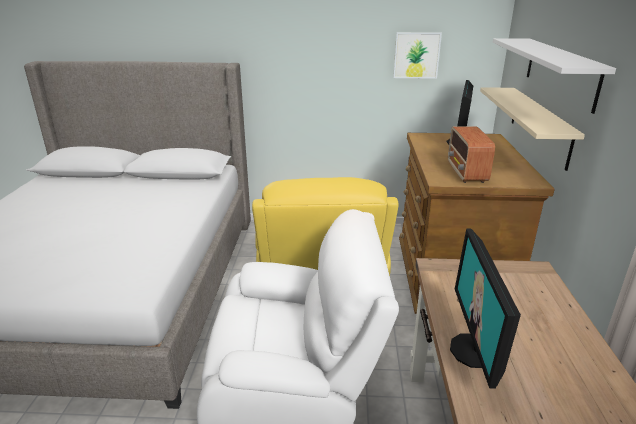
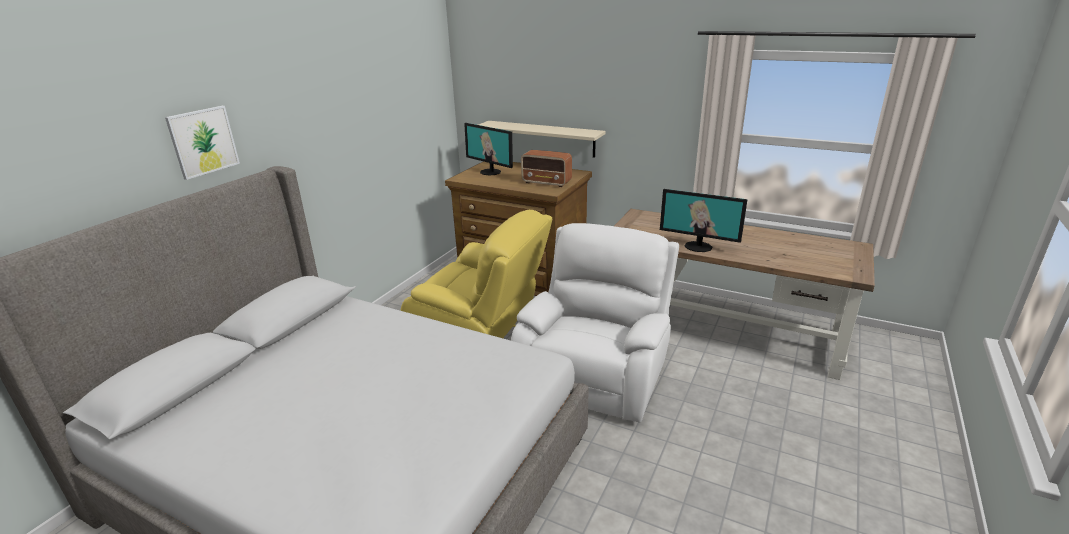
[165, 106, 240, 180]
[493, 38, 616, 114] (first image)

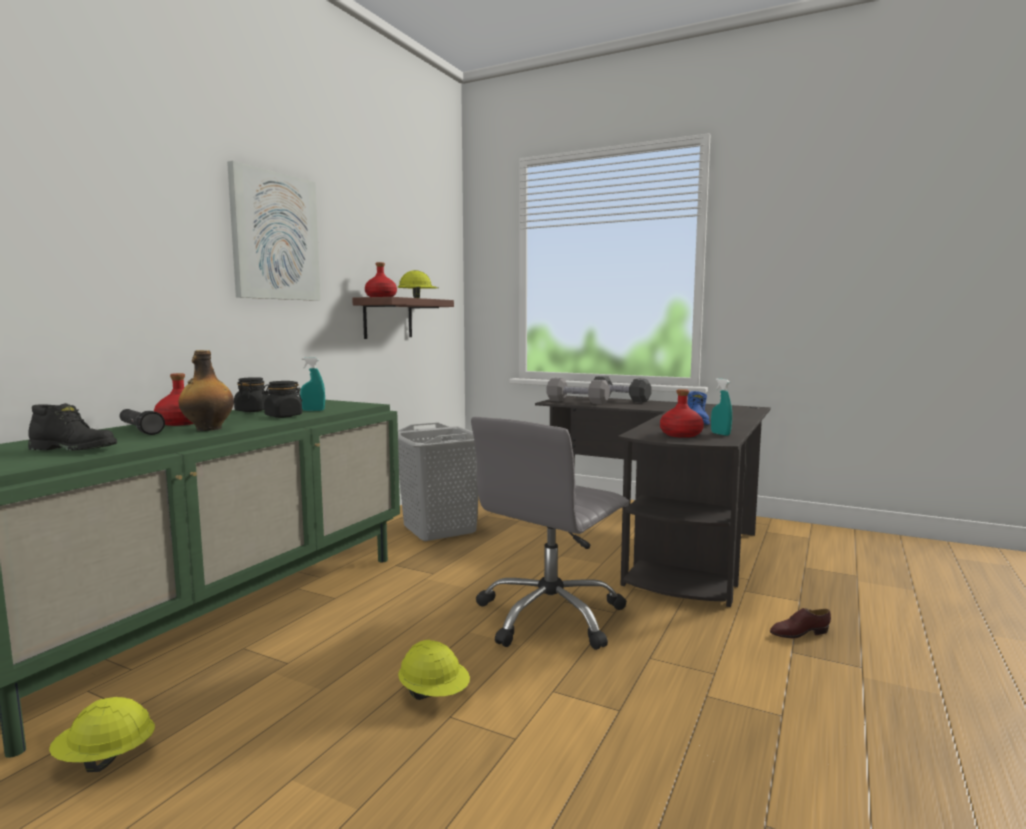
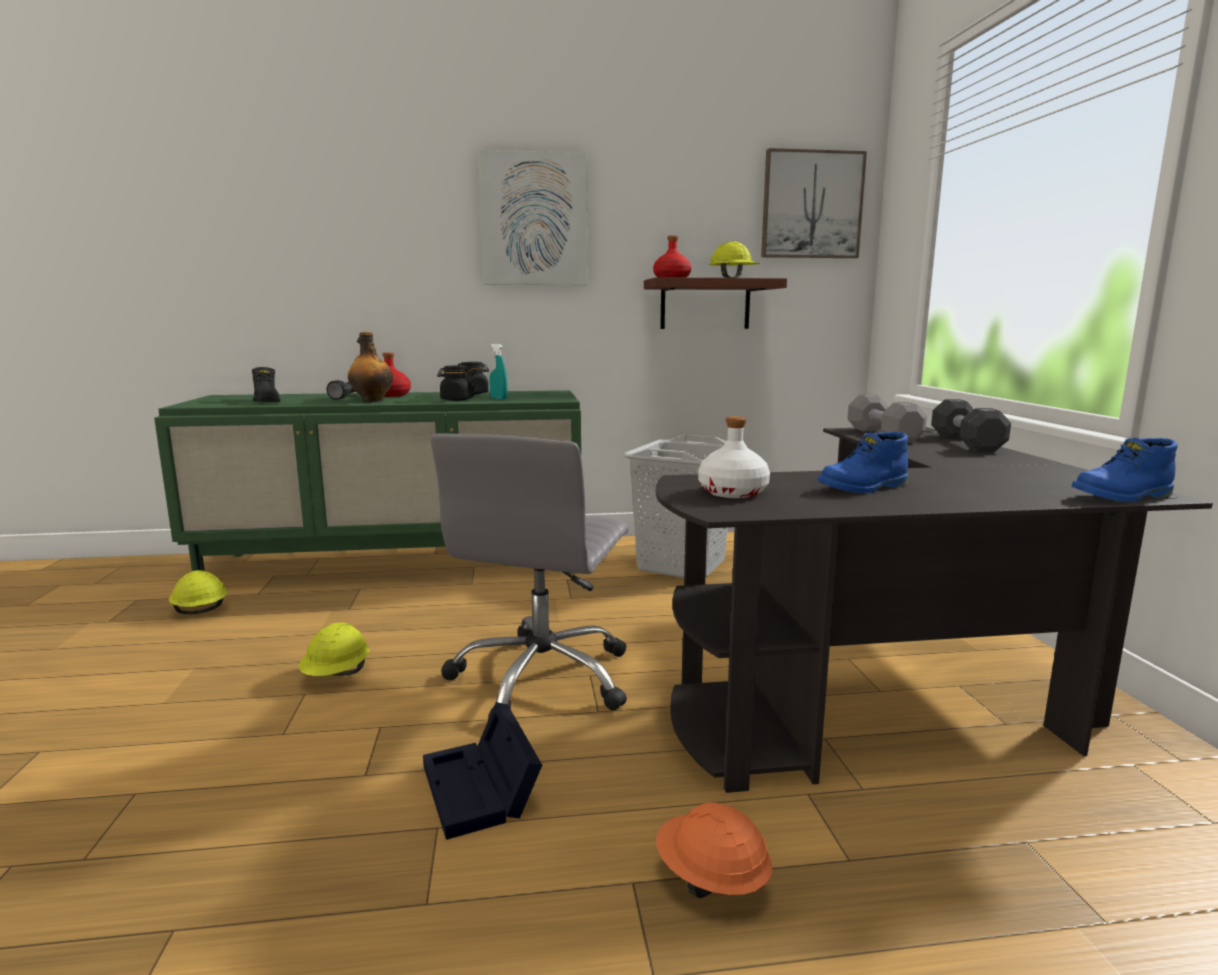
[430, 433, 629, 720]
[698, 416, 770, 498]
[711, 378, 732, 436] (first image)
[656, 802, 772, 898]
[423, 702, 542, 840]
[761, 148, 867, 258]
[1072, 438, 1178, 502]

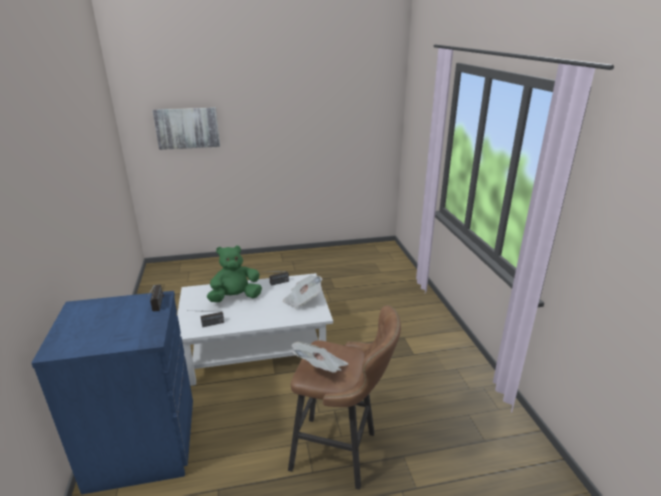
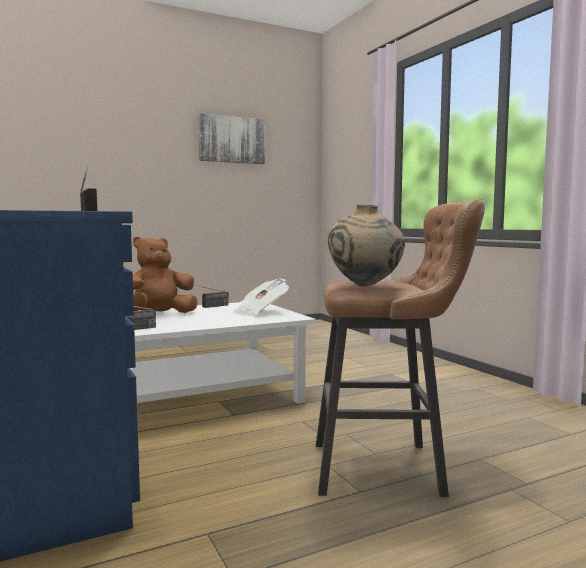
[198, 113, 265, 164]
[133, 236, 198, 313]
[327, 205, 405, 286]

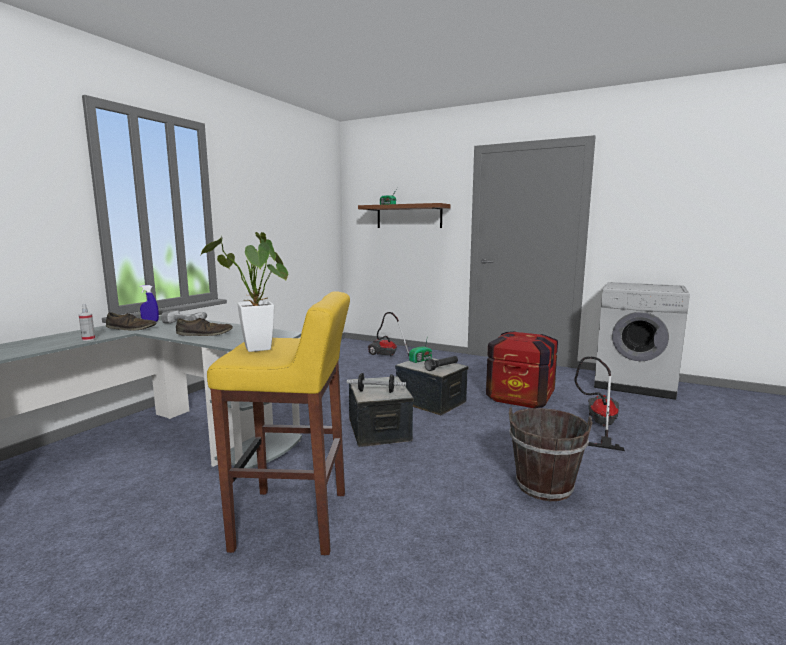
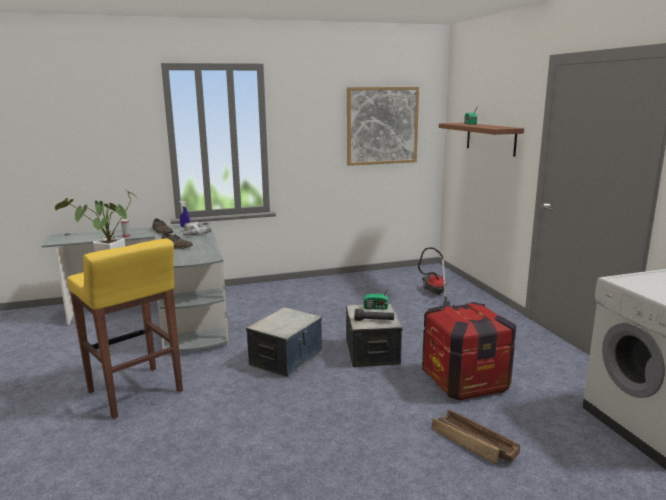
[347, 373, 406, 393] (first image)
[509, 407, 593, 501] (first image)
[431, 410, 520, 464]
[347, 87, 419, 166]

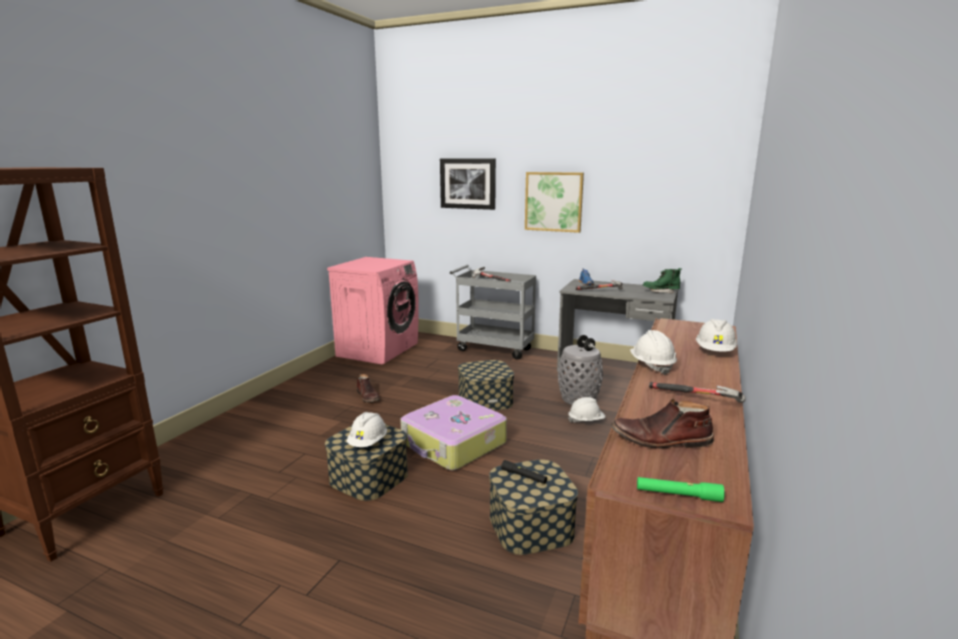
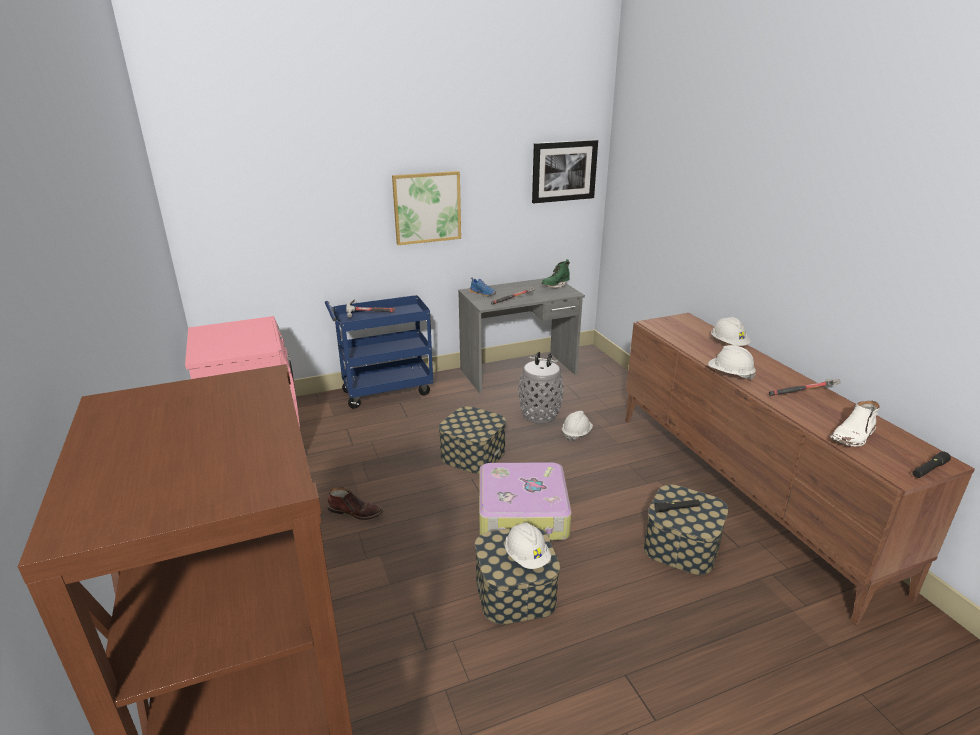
[532, 140, 598, 203]
[325, 295, 433, 408]
[830, 401, 880, 447]
[913, 451, 951, 478]

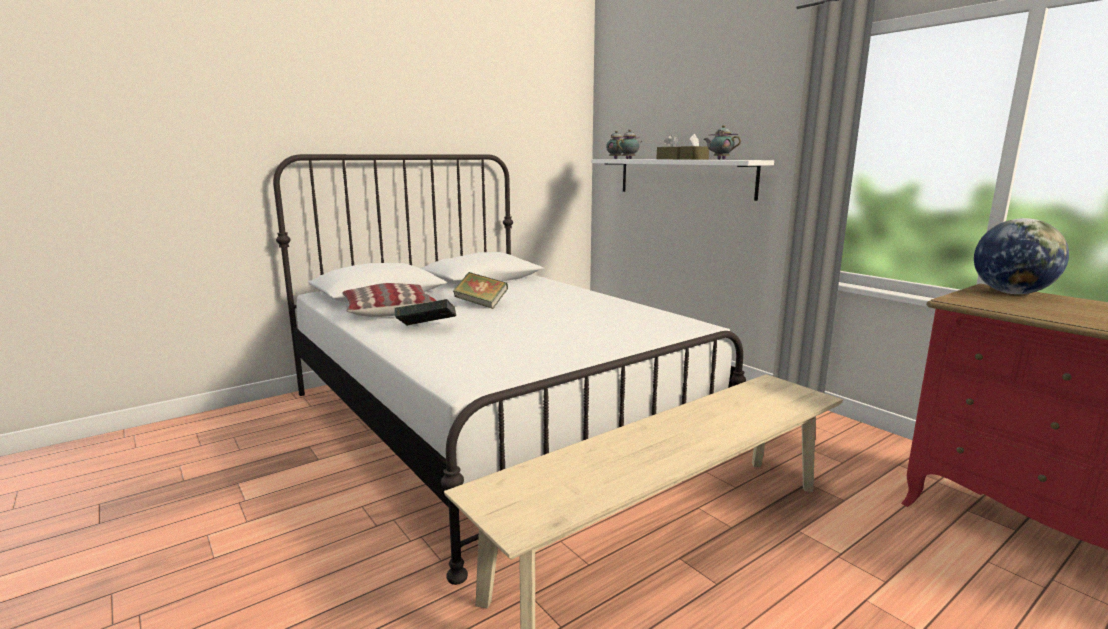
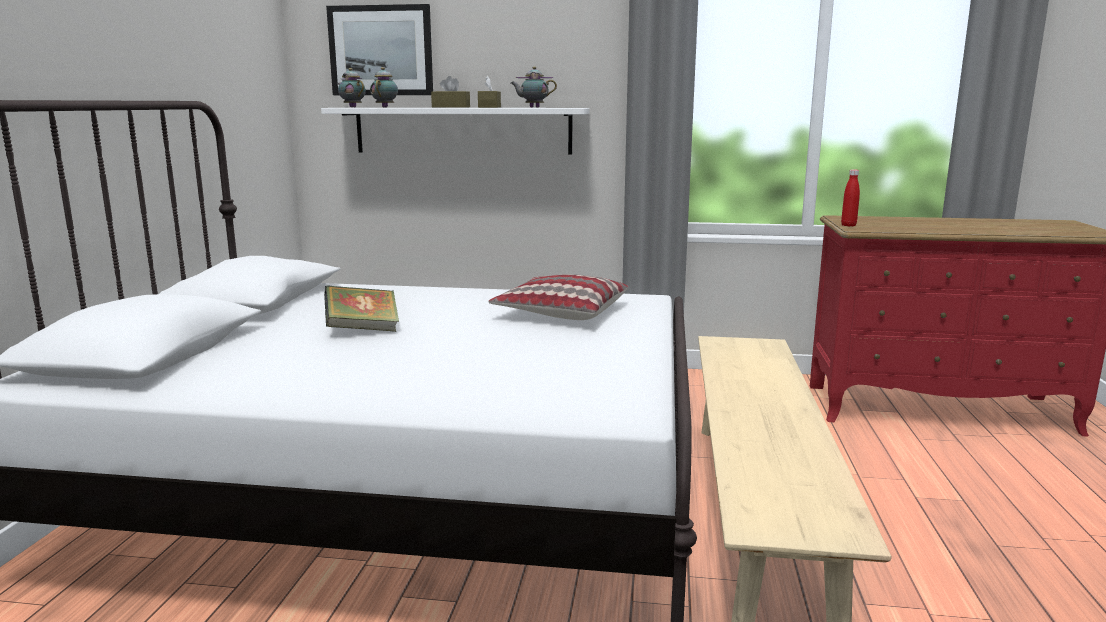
[488, 274, 628, 320]
[395, 299, 456, 326] (first image)
[974, 218, 1069, 294] (first image)
[326, 4, 433, 95]
[841, 170, 860, 226]

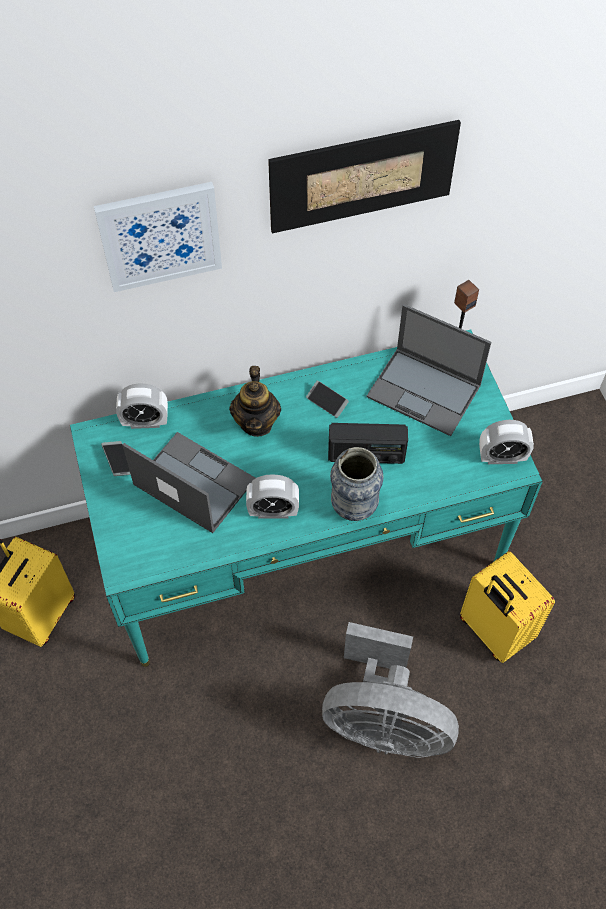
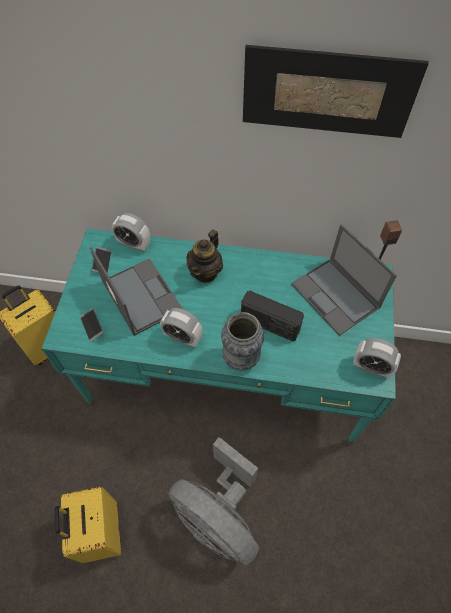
[94, 182, 222, 292] (first image)
[80, 308, 104, 342]
[55, 486, 121, 563]

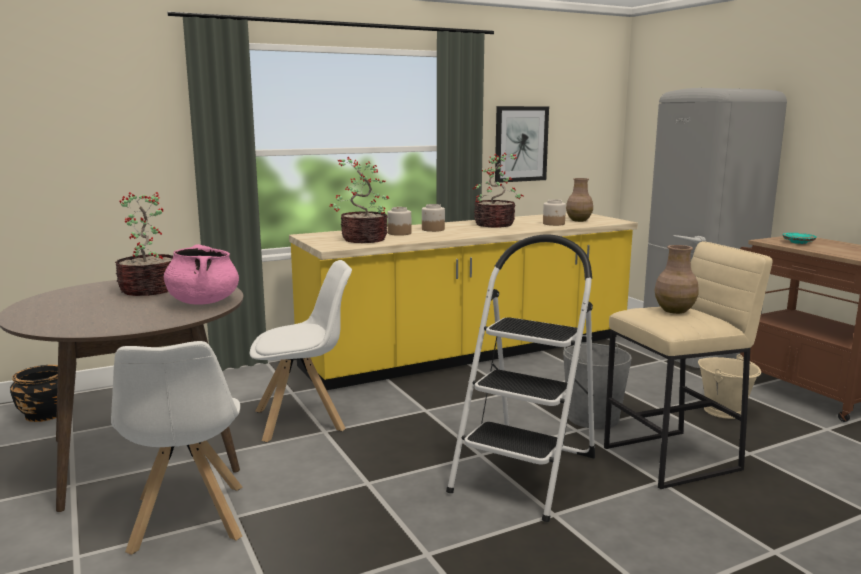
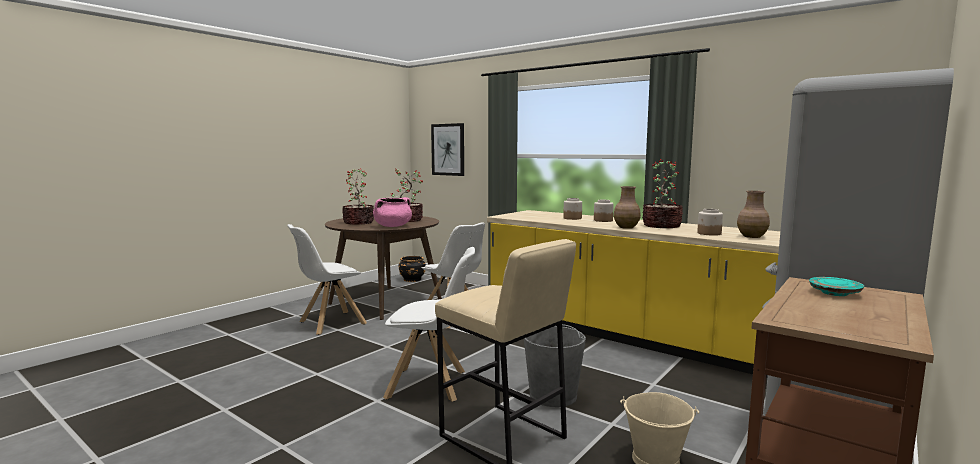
[342, 168, 374, 225]
[383, 247, 475, 402]
[431, 123, 464, 176]
[614, 186, 641, 229]

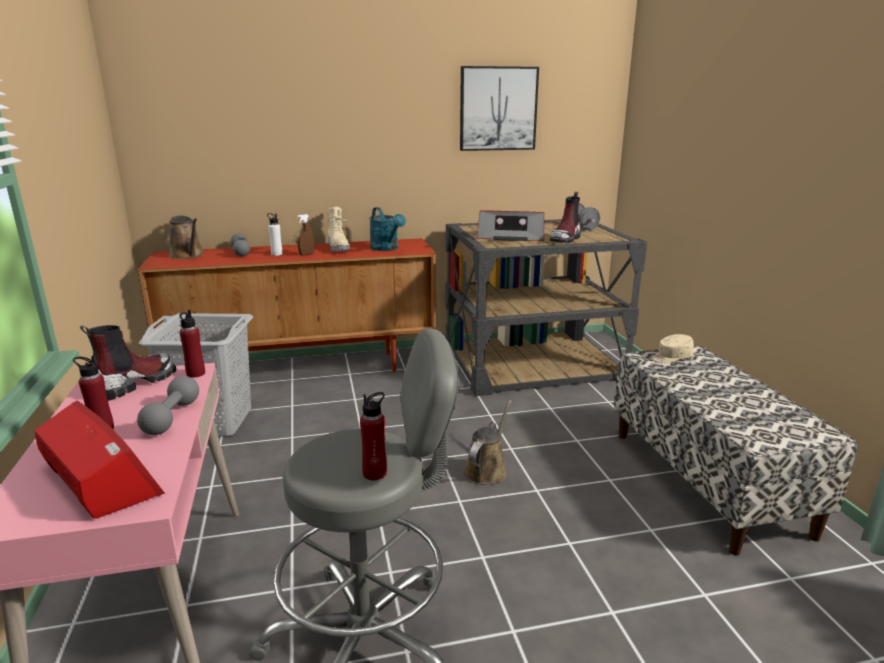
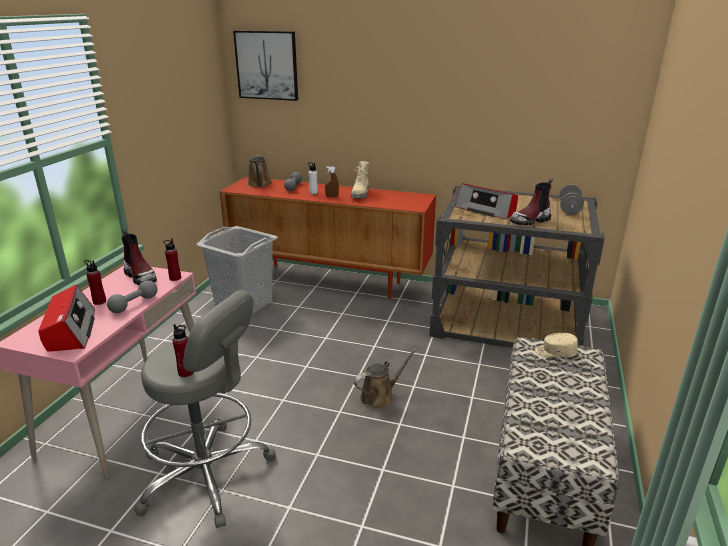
[121, 229, 157, 285]
[370, 207, 406, 251] (first image)
[233, 31, 298, 101]

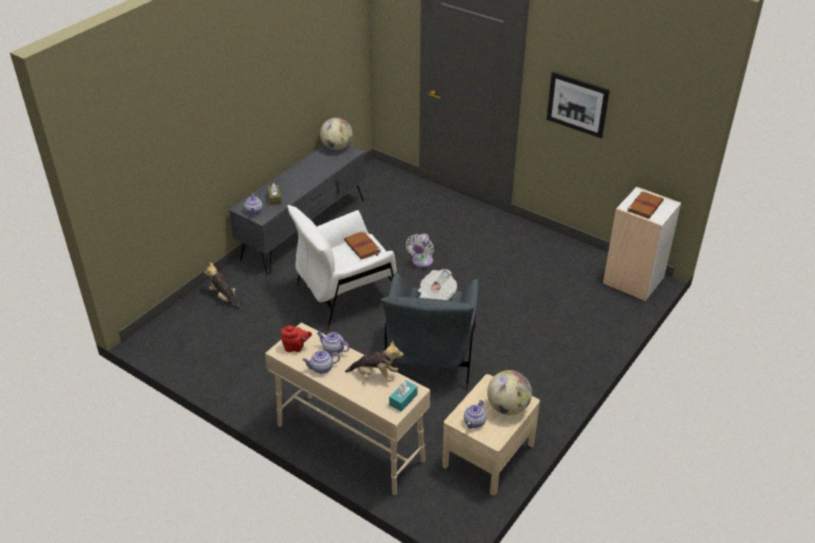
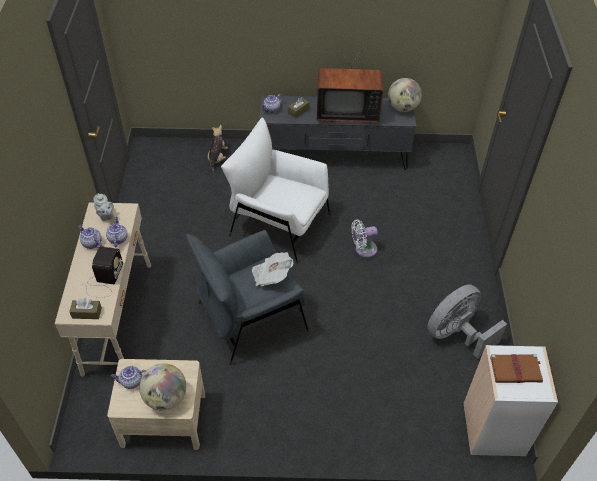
[93, 193, 114, 221]
[344, 231, 381, 259] (first image)
[81, 246, 123, 297]
[69, 298, 102, 319]
[547, 72, 610, 138] (first image)
[317, 48, 383, 123]
[427, 284, 507, 359]

